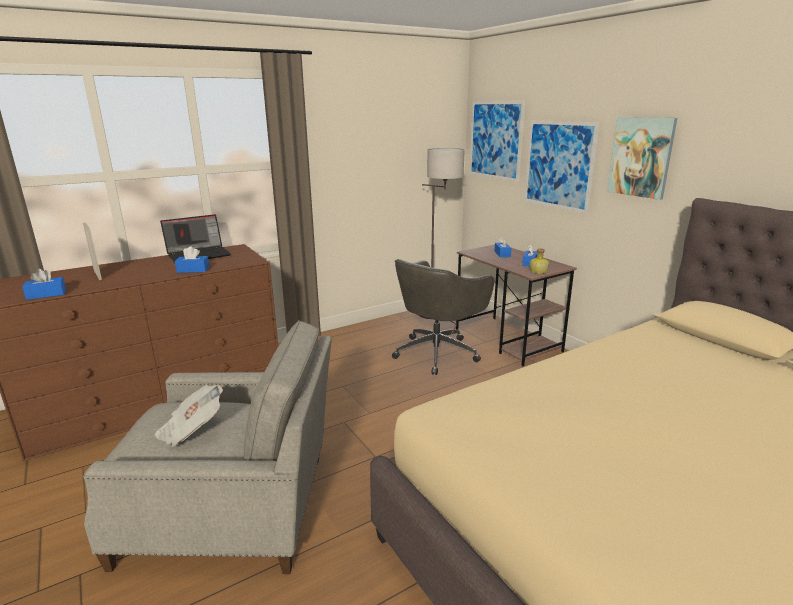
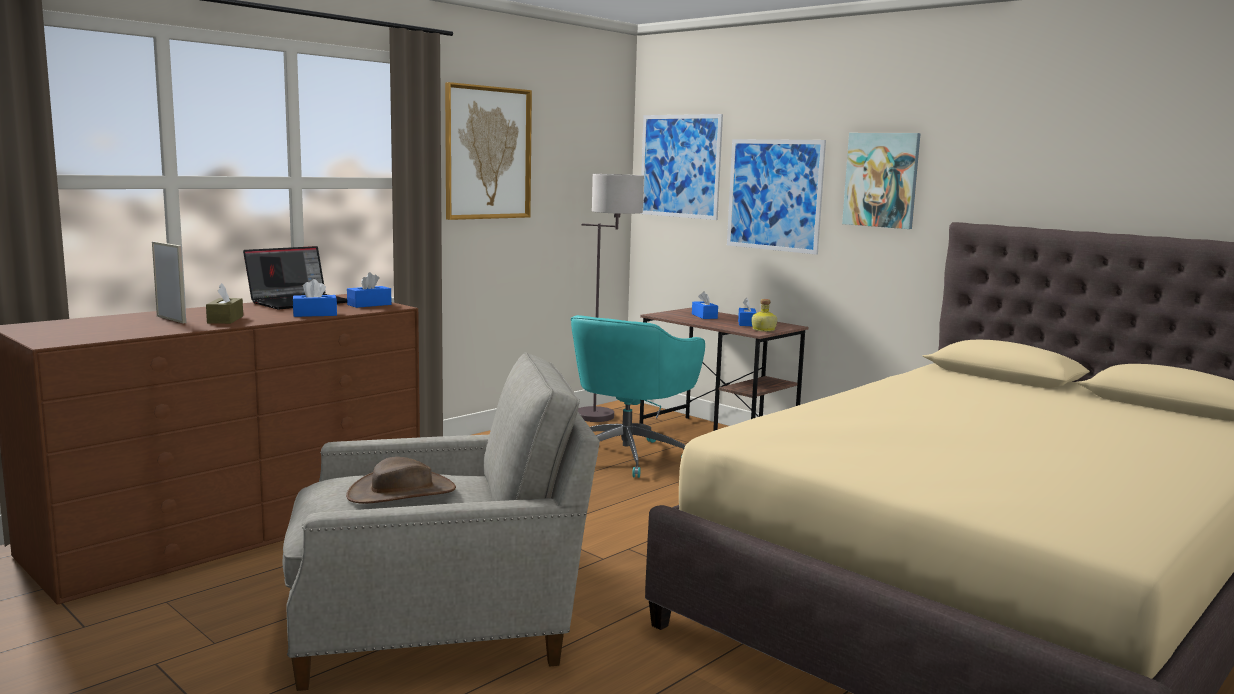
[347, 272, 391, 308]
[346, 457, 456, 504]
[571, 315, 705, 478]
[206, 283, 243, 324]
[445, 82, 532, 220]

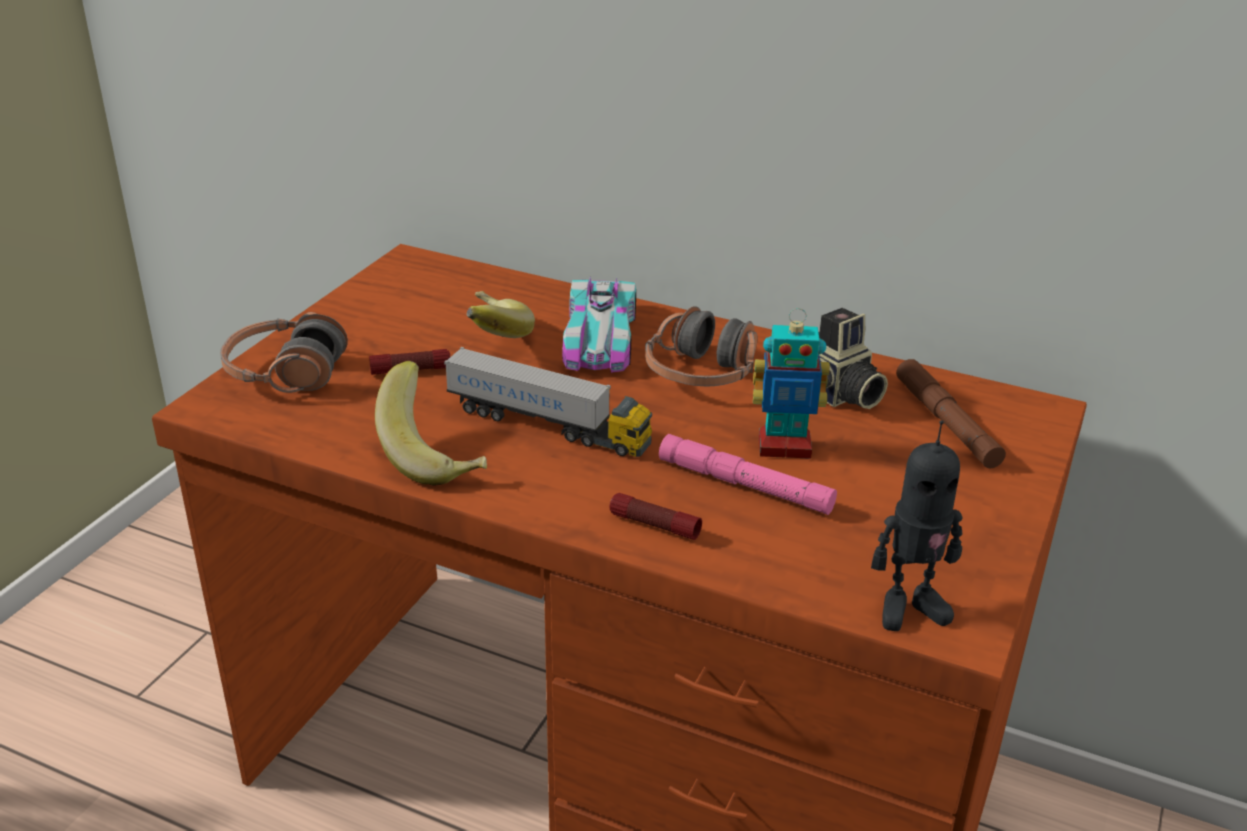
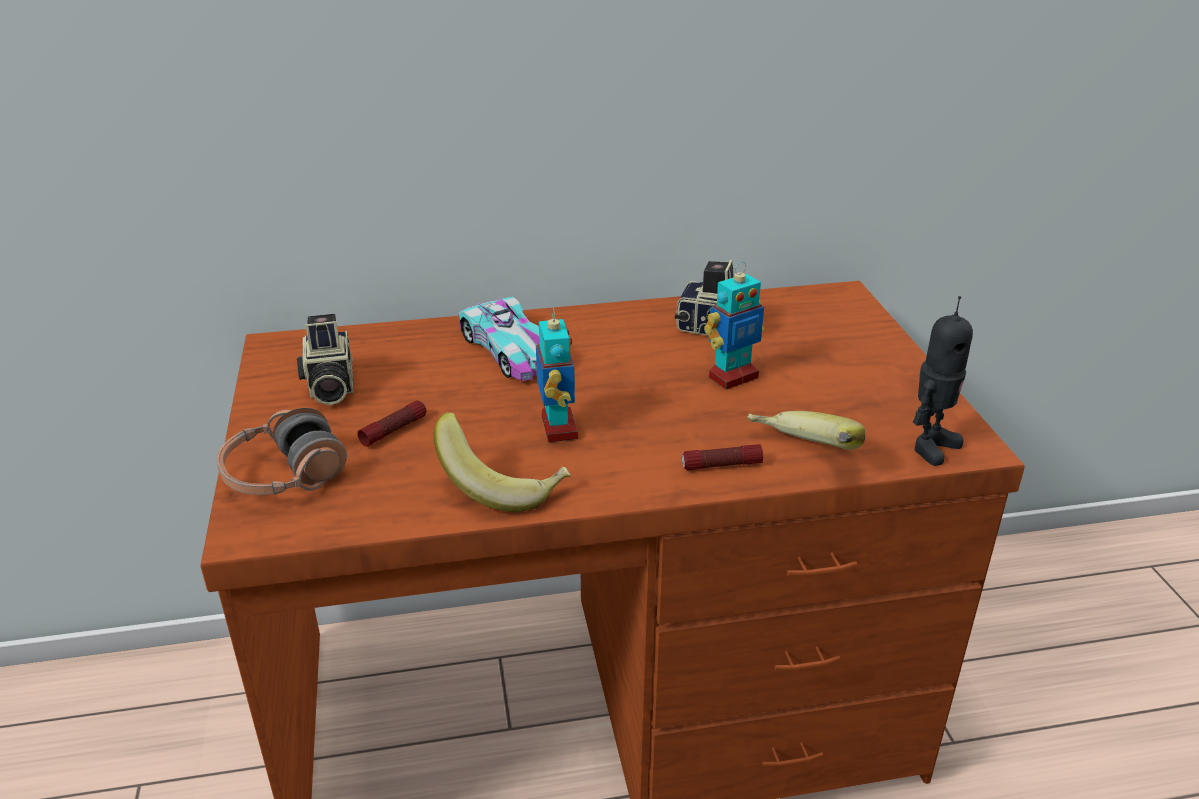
[536, 307, 578, 442]
[747, 411, 865, 450]
[645, 306, 757, 386] (first image)
[659, 434, 837, 515] (first image)
[896, 359, 1006, 468] (first image)
[297, 314, 353, 405]

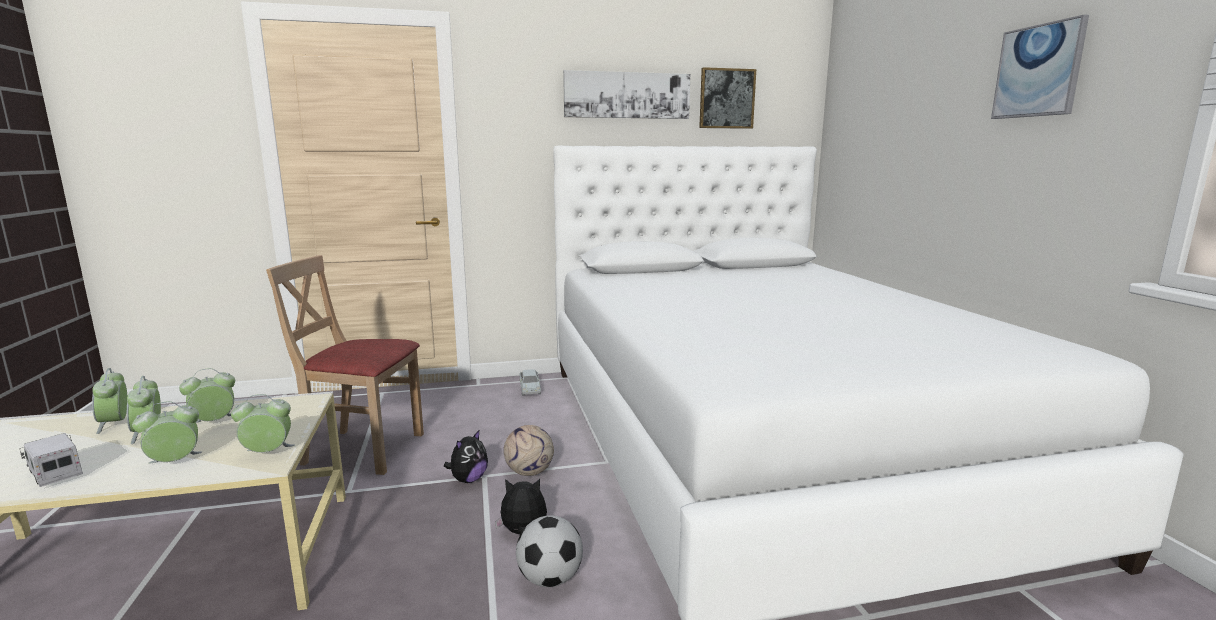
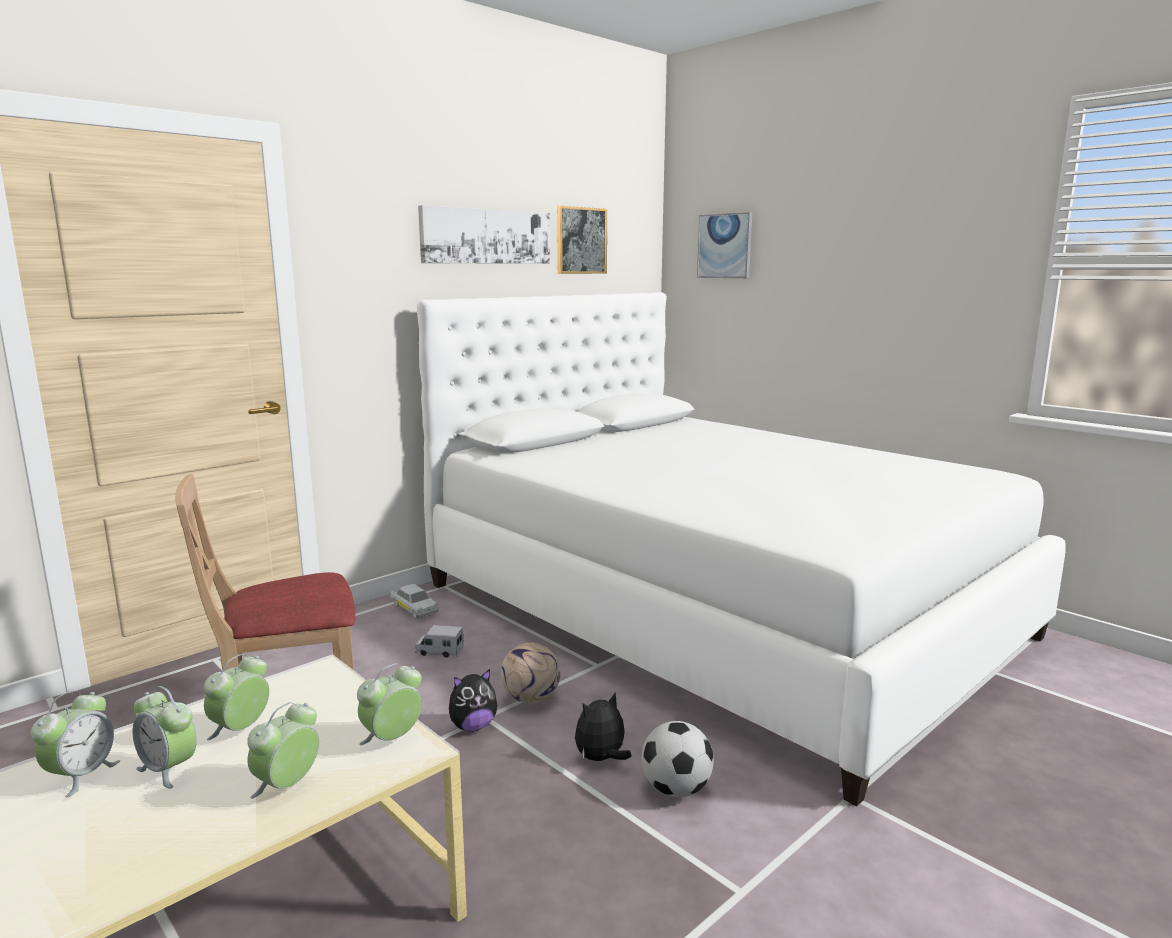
[415, 625, 464, 658]
[31, 691, 120, 798]
[449, 669, 498, 732]
[697, 212, 752, 278]

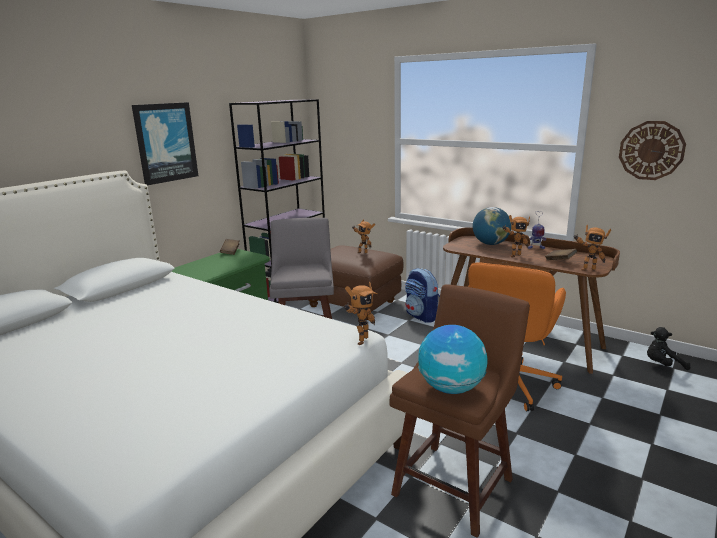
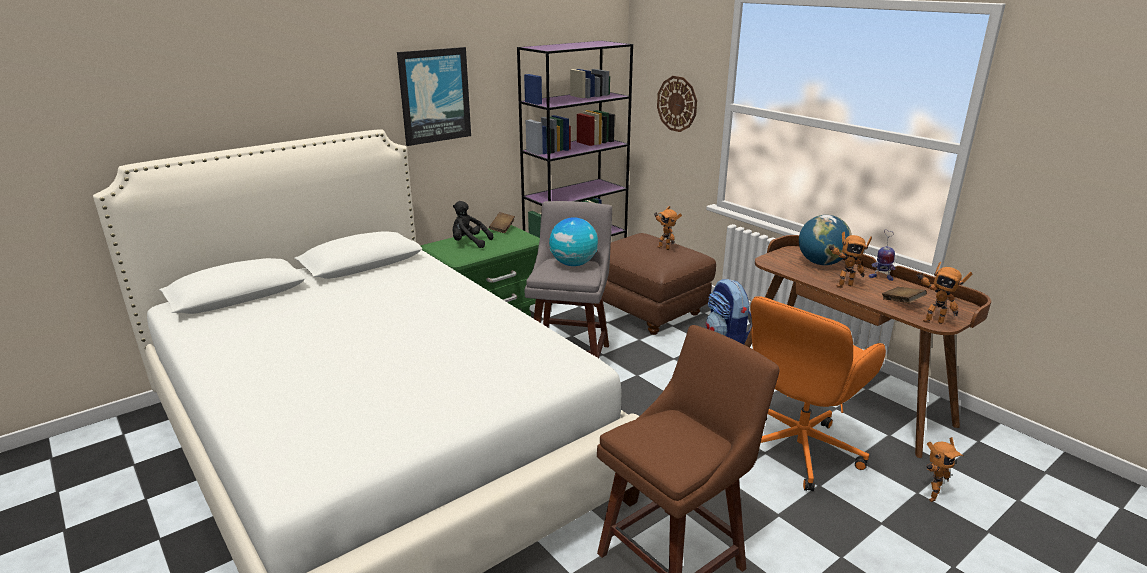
[927, 437, 963, 502]
[549, 217, 598, 266]
[657, 76, 697, 132]
[453, 201, 493, 248]

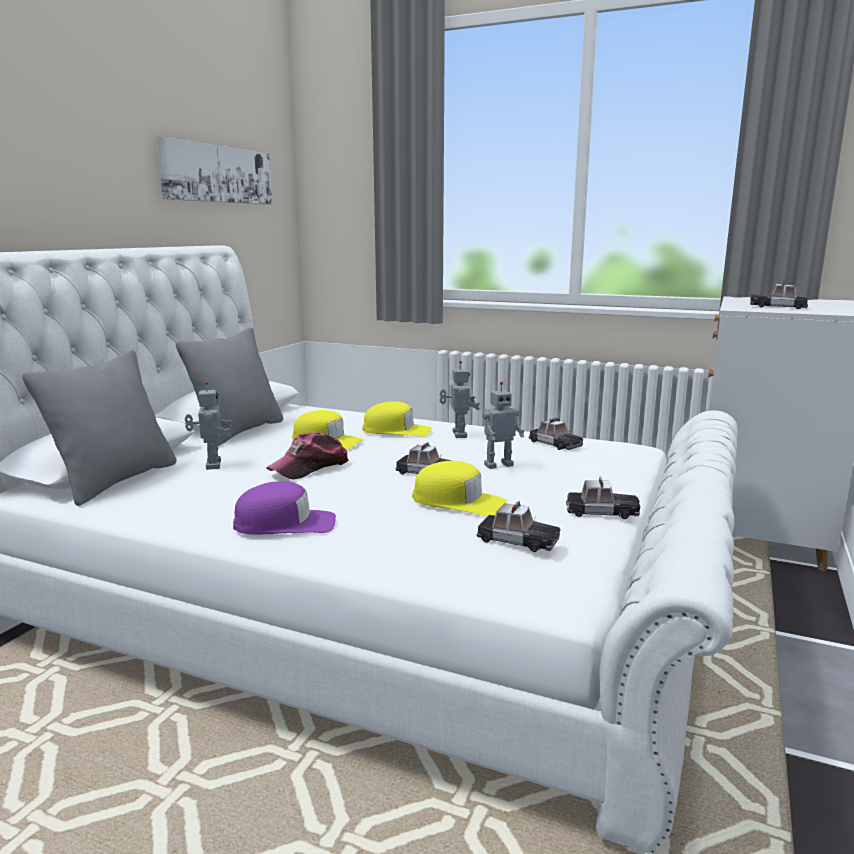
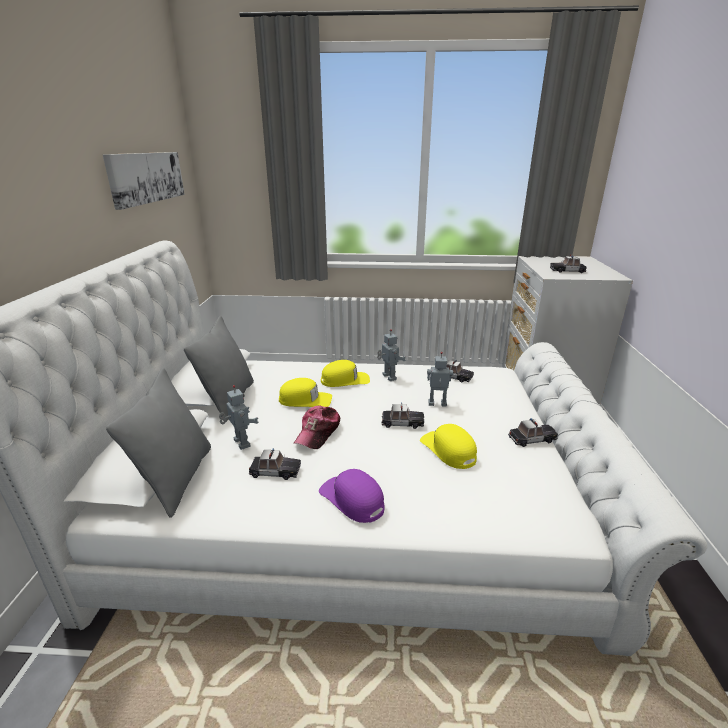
[319, 469, 385, 523]
[420, 424, 477, 469]
[249, 448, 301, 480]
[427, 352, 453, 407]

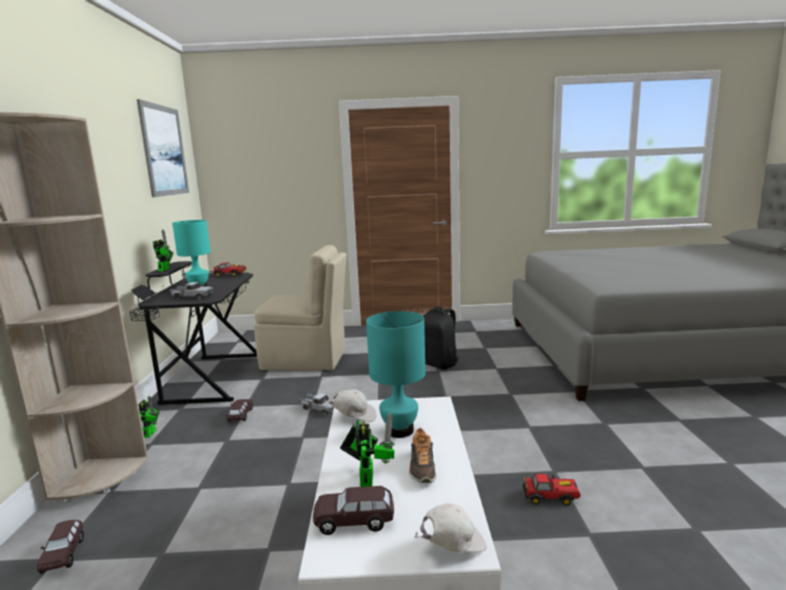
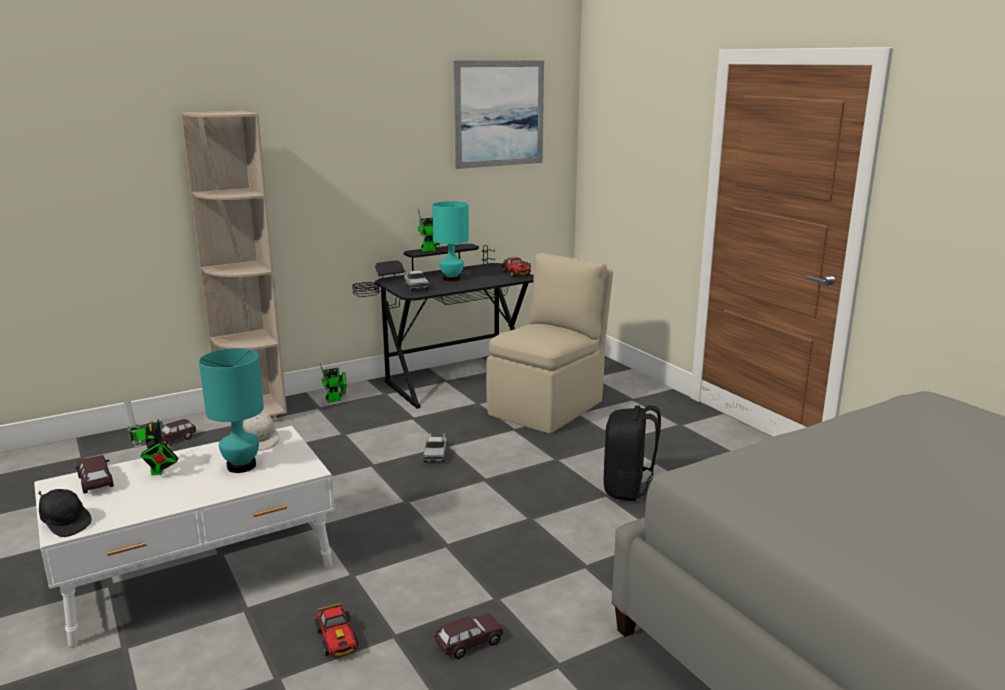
[435, 614, 503, 659]
[486, 253, 613, 434]
[124, 398, 178, 476]
[409, 428, 437, 483] (first image)
[38, 489, 92, 537]

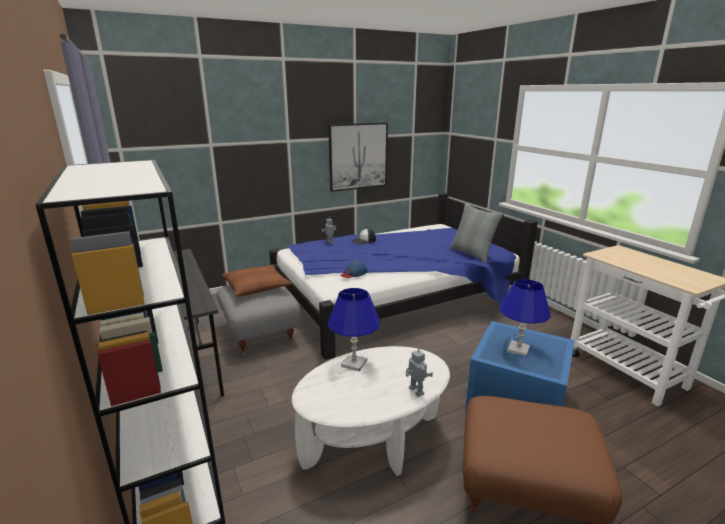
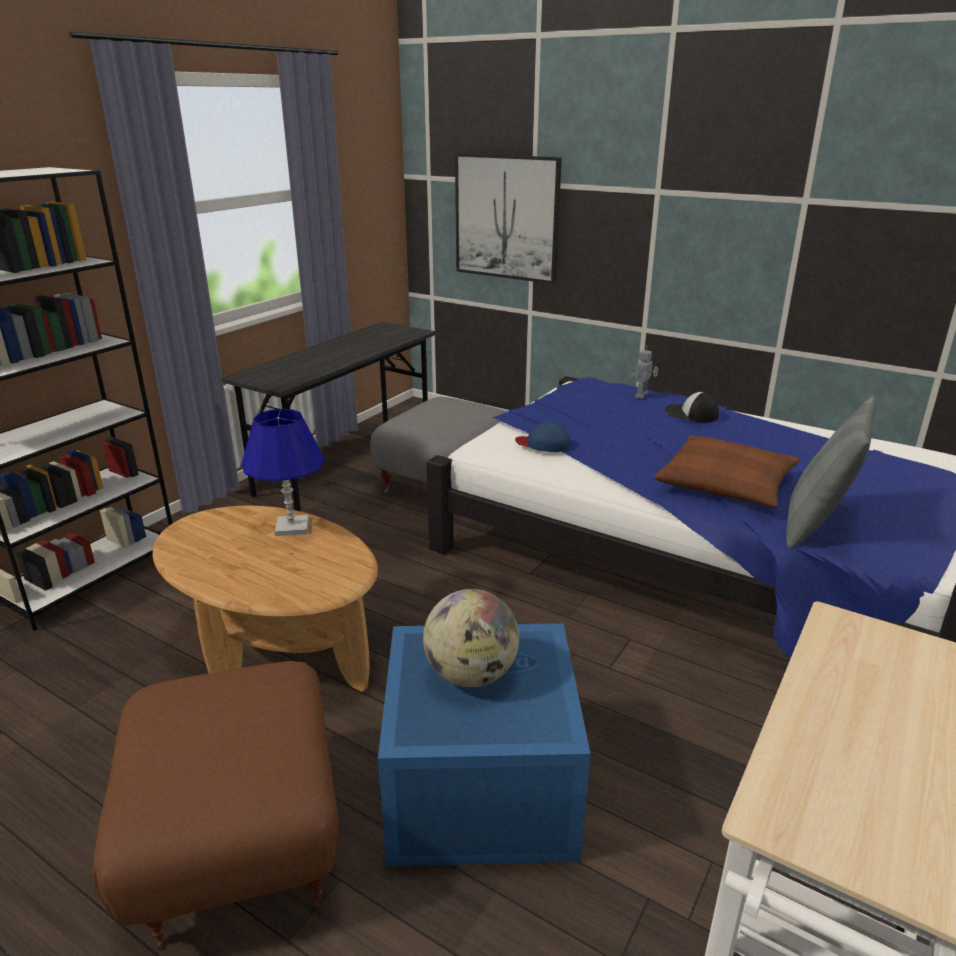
[655, 435, 800, 508]
[153, 506, 378, 692]
[455, 153, 562, 284]
[406, 347, 433, 397] (first image)
[423, 589, 519, 687]

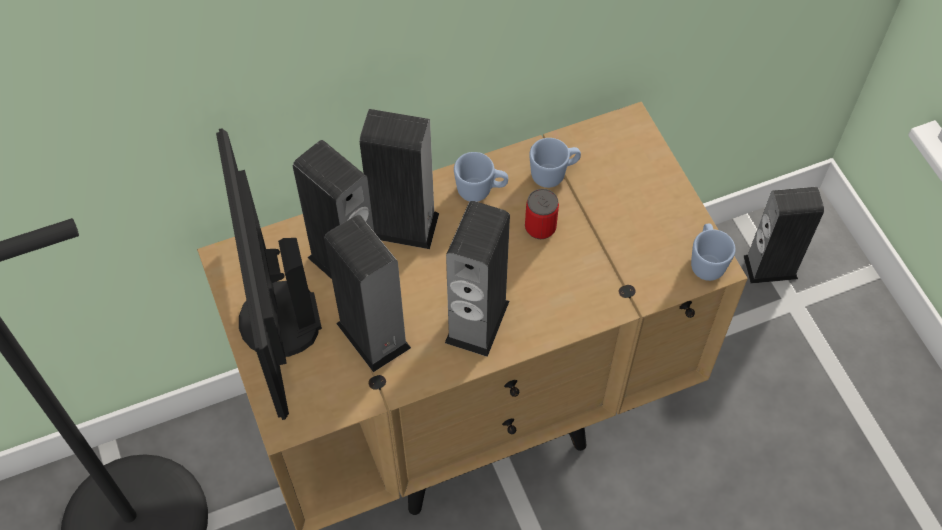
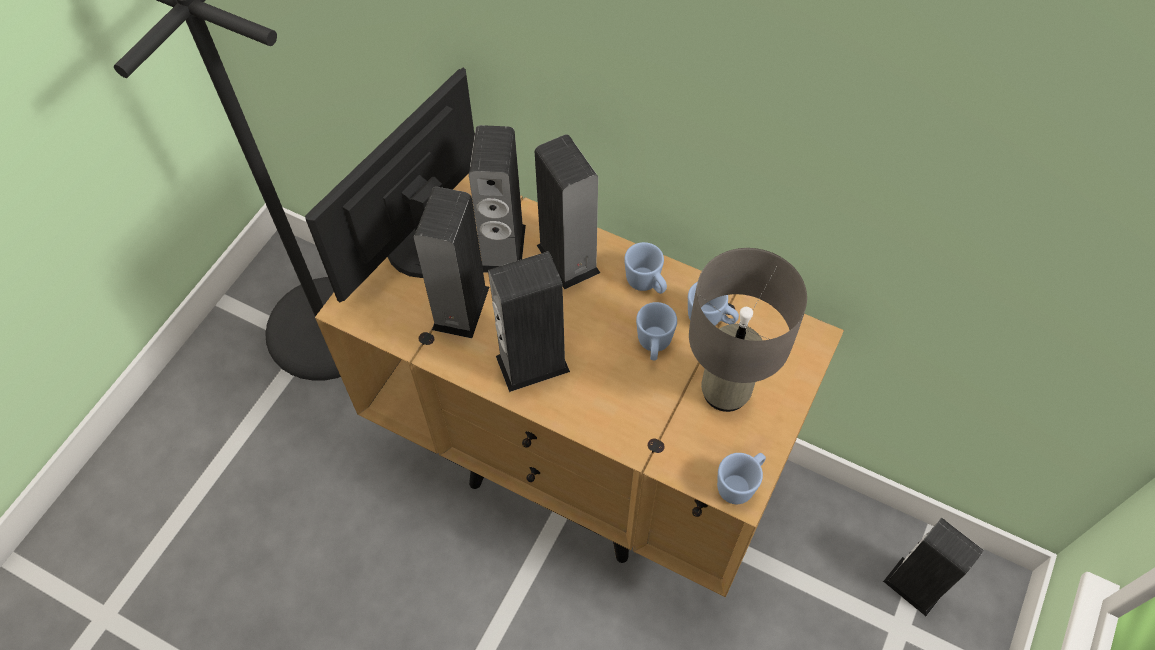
[636, 302, 677, 360]
[689, 248, 807, 412]

